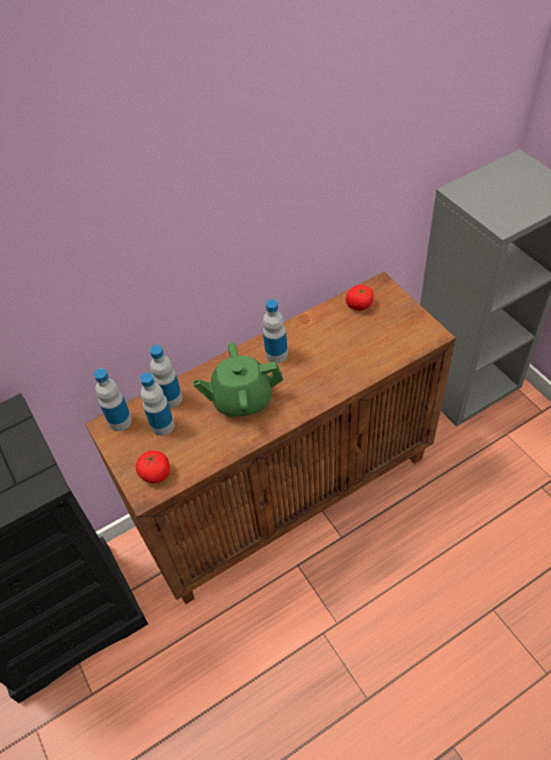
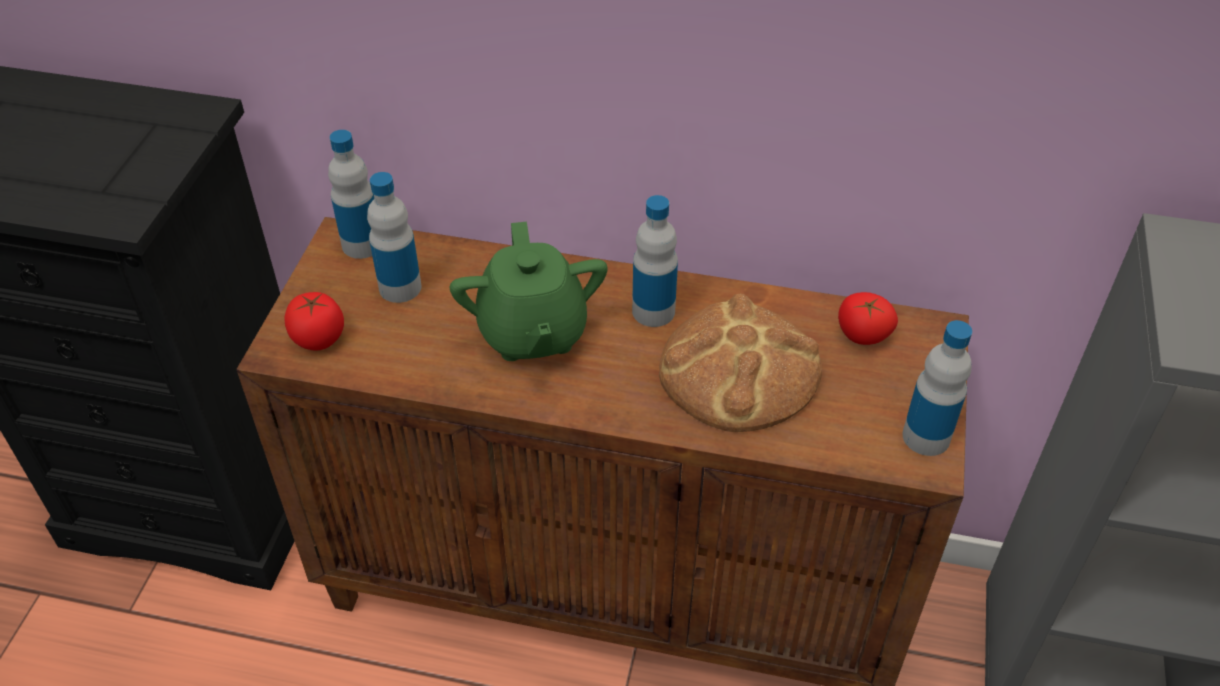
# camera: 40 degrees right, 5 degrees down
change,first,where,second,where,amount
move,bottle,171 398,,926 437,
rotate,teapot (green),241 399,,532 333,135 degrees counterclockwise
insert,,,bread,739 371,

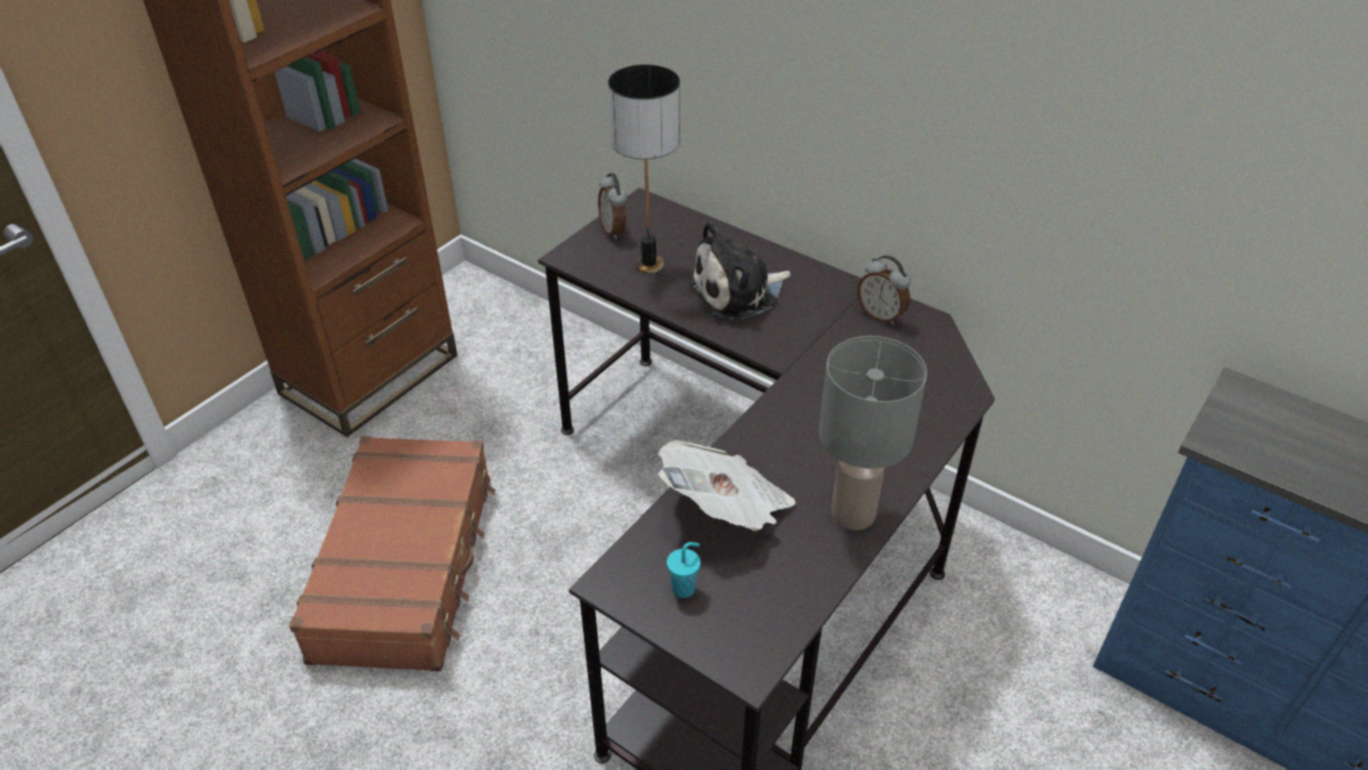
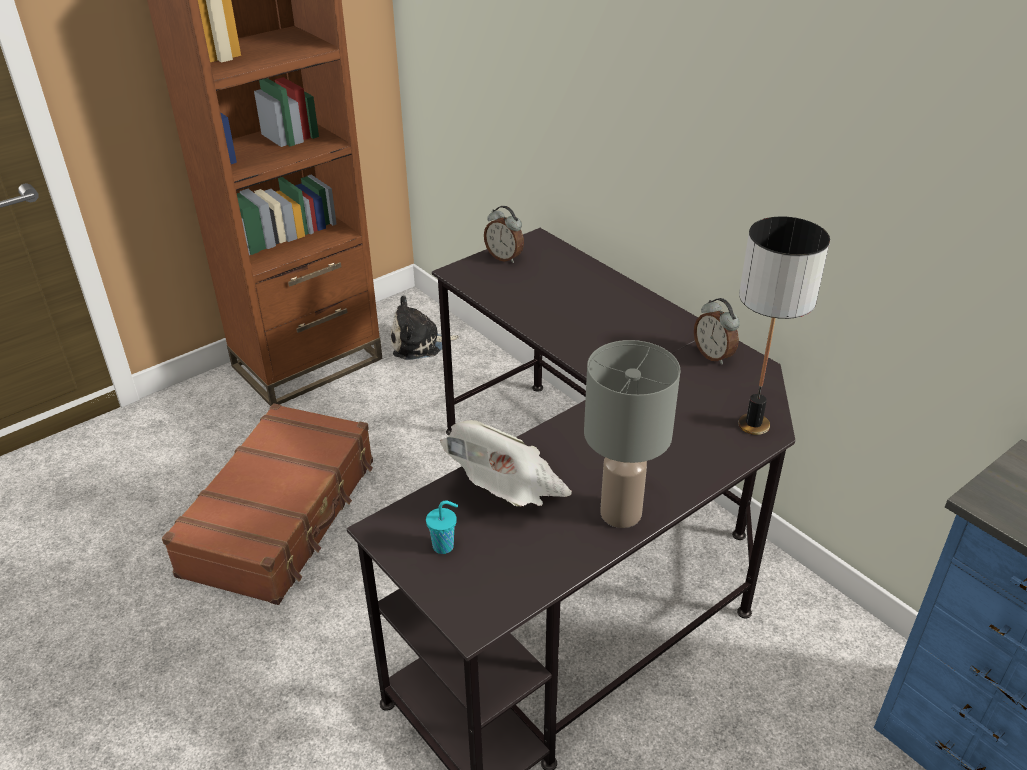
# camera: 15 degrees right, 5 degrees down
change,first,where,second,where,amount
rotate,alarm clock,614 230,,504 257,45 degrees counterclockwise
move,table lamp,648 264,,753 424,
move,plush toy,739 292,,419 344,

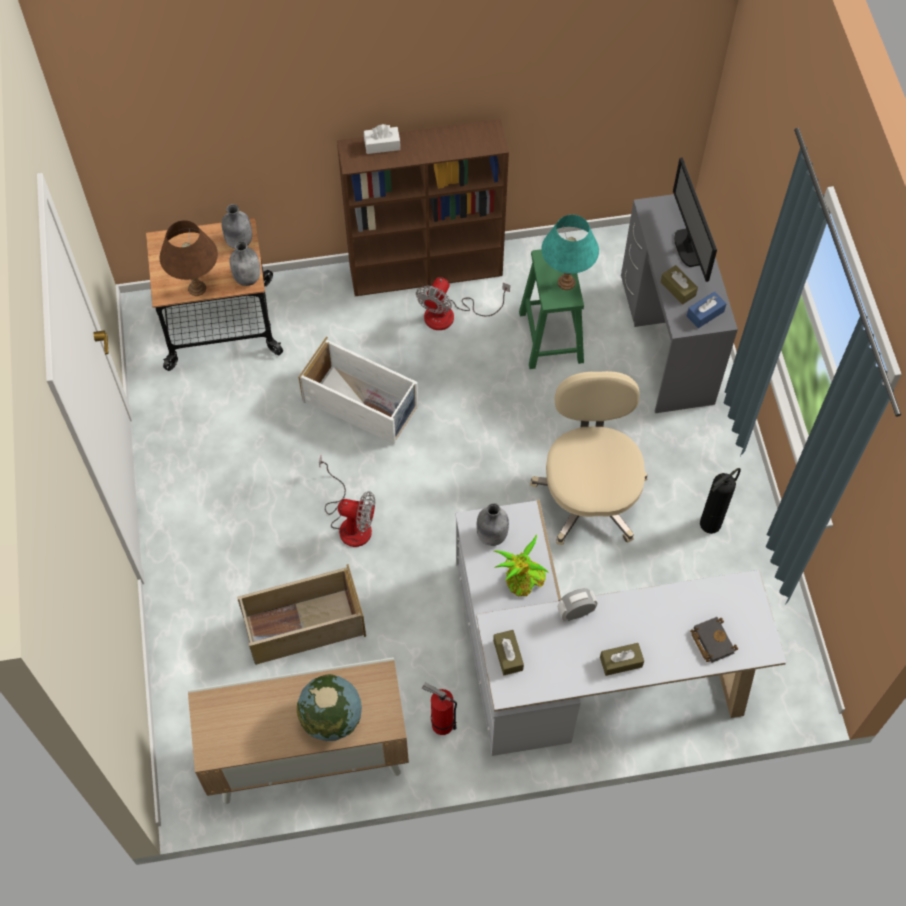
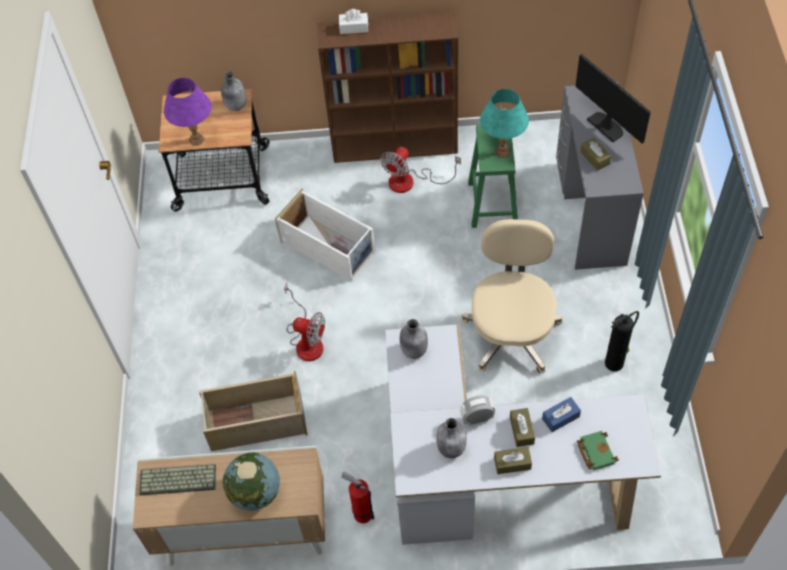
# camera: 10 degrees right, 5 degrees down
change,first,where,second,where,amount
recolor,table lamp (brown),197 289,table lamp (purple),196 140,
move,bottle (grey),247 277,,451 447,
move,tissue box (brown),508 655,,521 430,
delete,potted plant,522 581,,,
rotate,monitor,687 248,,606 126,150 degrees clockwise
move,tissue box (blue),705 314,,560 417,
recolor,book (black),711 641,book (green),595 451,
insert,,,keyboard,177 481,

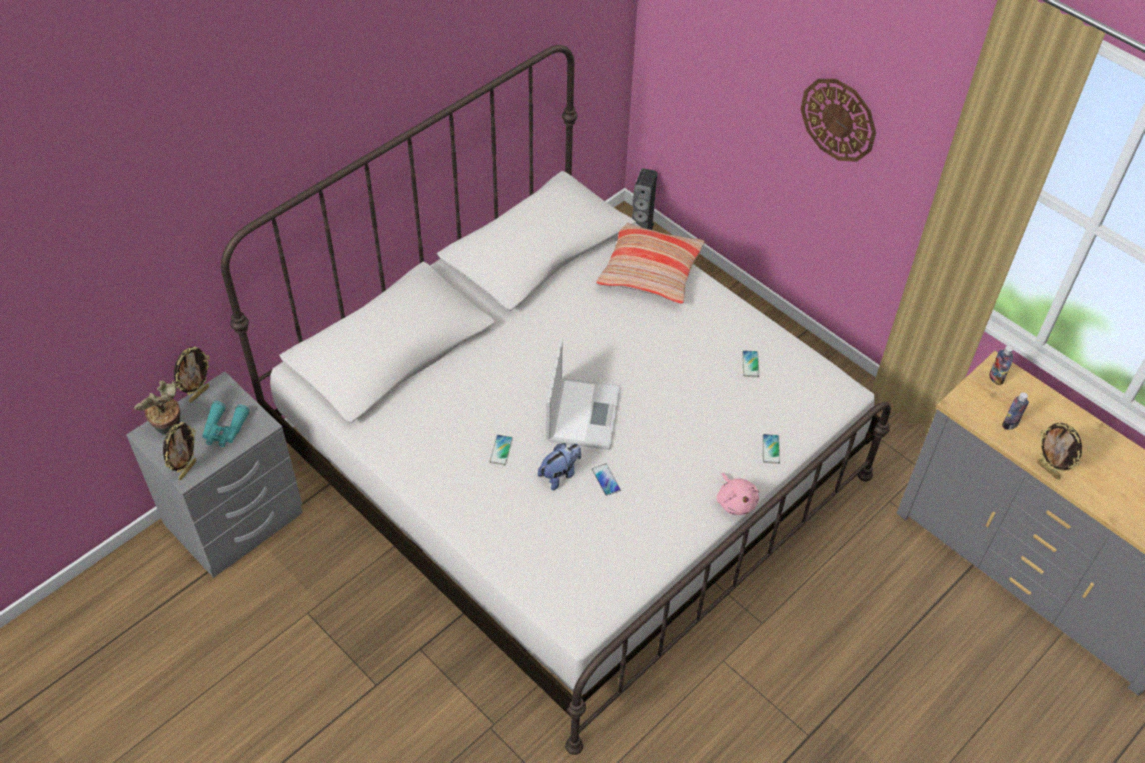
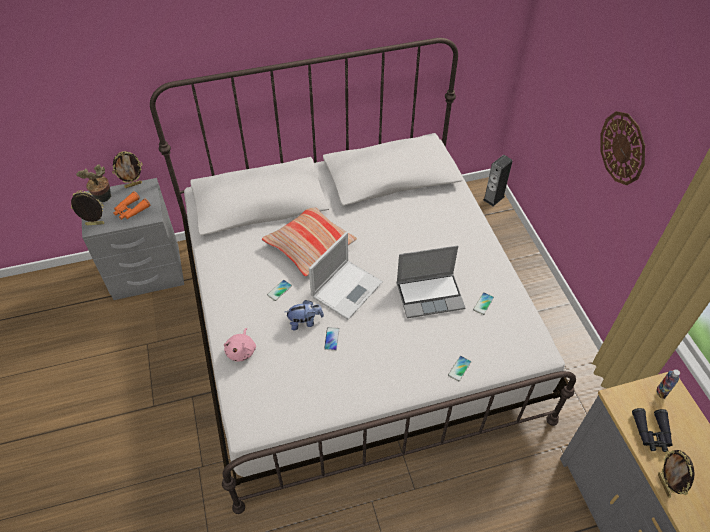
# camera: 30 degrees right, 0 degrees up
change,first,where,second,where,amount
rotate,picture frame,187 469,,95 225,150 degrees counterclockwise
recolor,binoculars (turquoise),224 430,binoculars (orange),131 210,
move,pillow,650 271,,309 246,
move,plush toy (pink),735 501,,241 350,
replace,bottle,1010 424,binoculars (black),651 433,
insert,,,laptop,430 295,

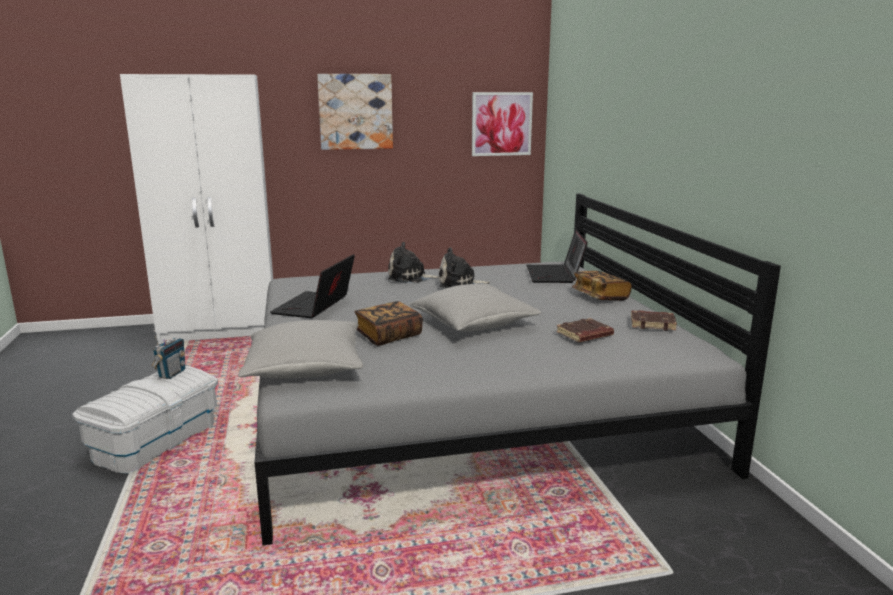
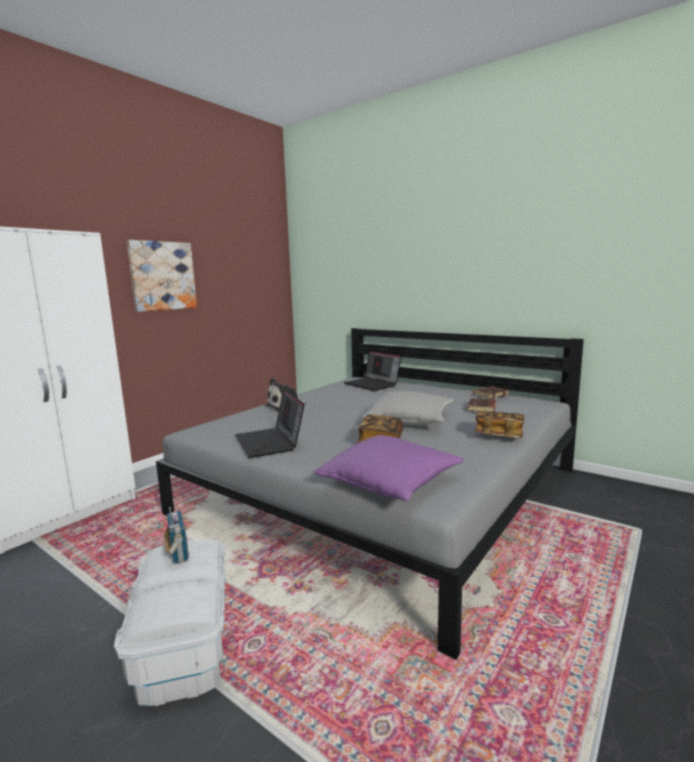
# camera: 40 degrees left, 5 degrees down
change,first,where,second,where,amount
recolor,pillow (grey),305 368,pillow (purple),390 483,
delete,plush toy,459 284,,,
delete,picture,501 124,,,
move,book,600 297,,498 435,

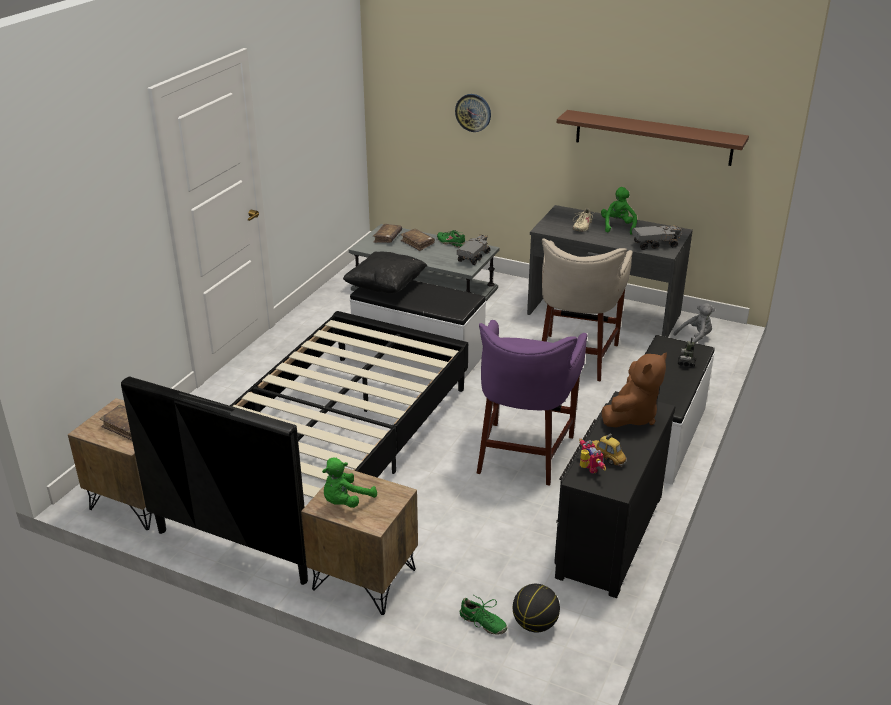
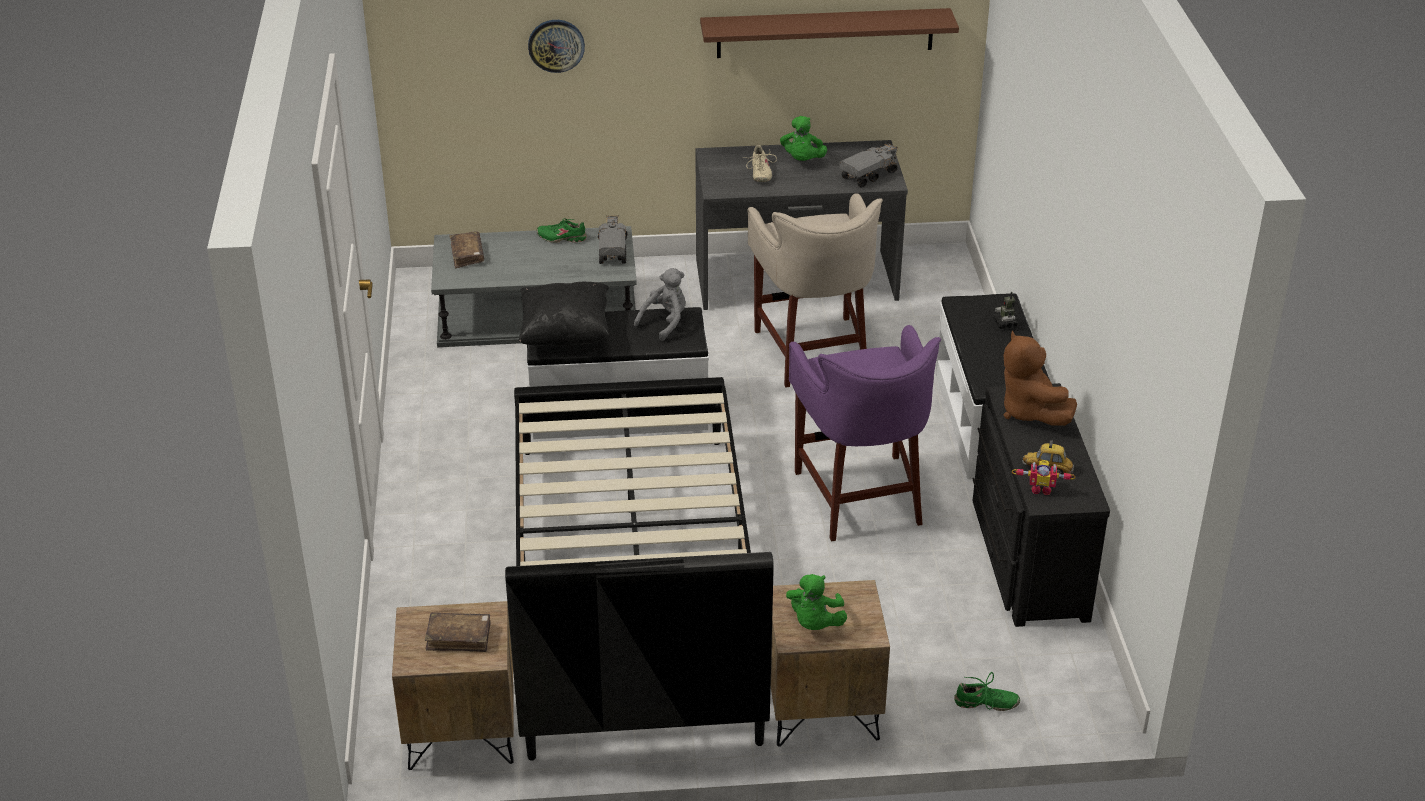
# camera: 30 degrees left, 5 degrees up
change,first,where,second,where,amount
delete,book (brown),417 243,,,
delete,basketball,534 624,,,
rotate,toy robot,588 469,,1041 489,150 degrees clockwise
rotate,plush toy (green),618 226,,802 160,150 degrees counterclockwise
rotate,plush toy (brown),631 416,,1030 412,150 degrees clockwise
move,plush toy (grey),695 339,,665 322,

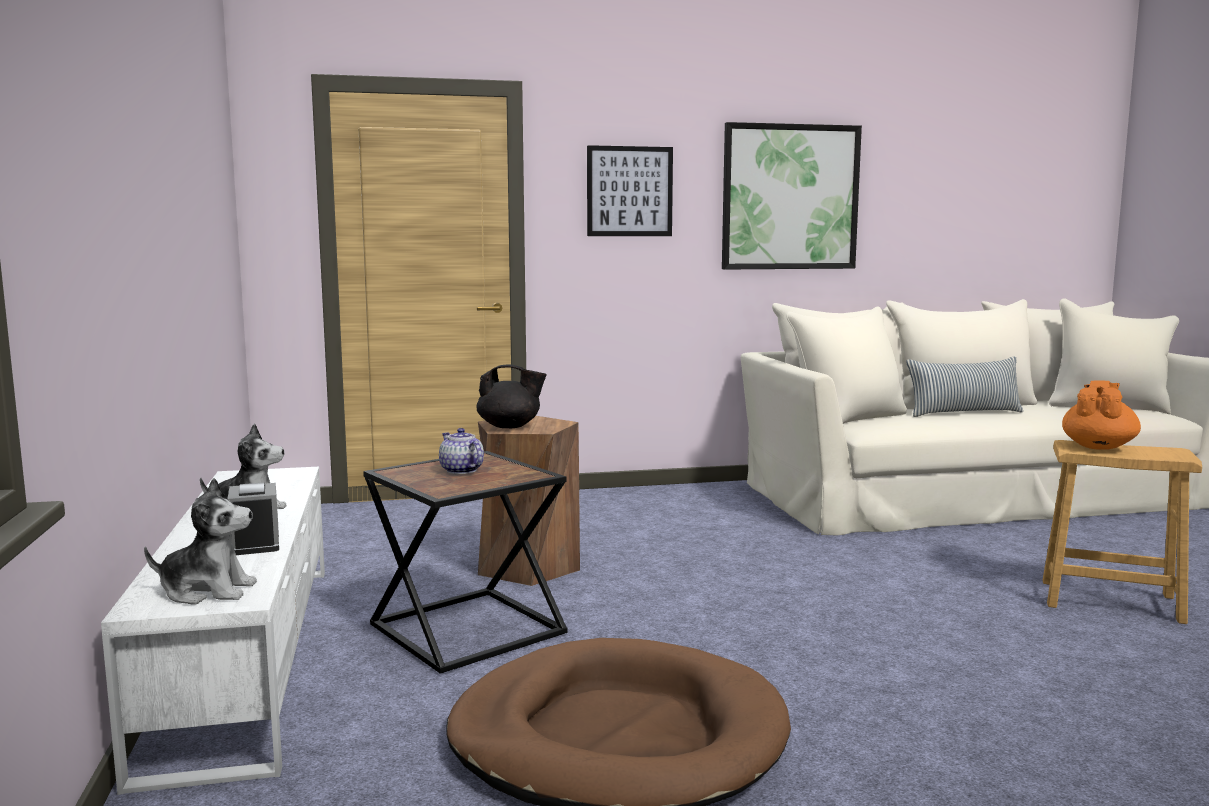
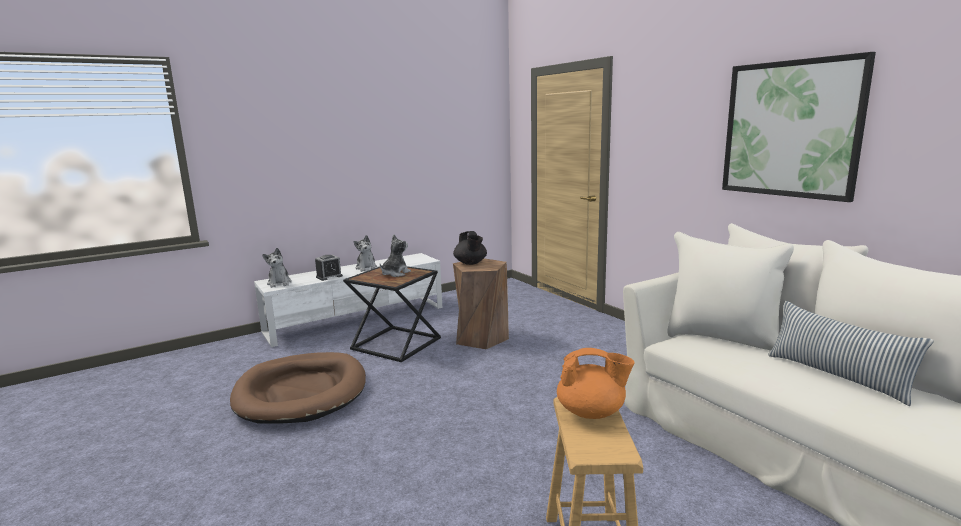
# camera: 70 degrees right, 5 degrees up
change,first,where,second,where,amount
replace,teapot,461 470,plush toy,395 273,
delete,picture,629 191,,,

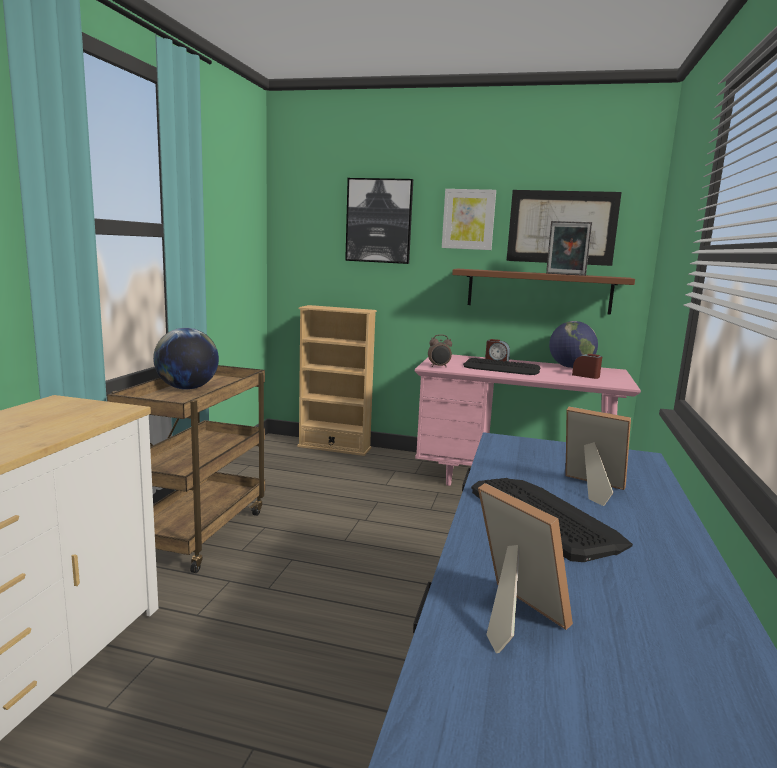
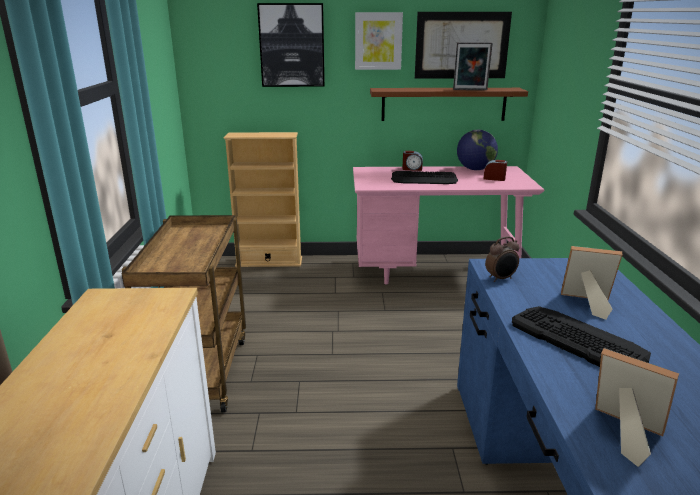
# camera: 15 degrees left, 10 degrees up
change,first,where,second,where,amount
delete,globe,187 388,,,
move,alarm clock,439 366,,501 279,

